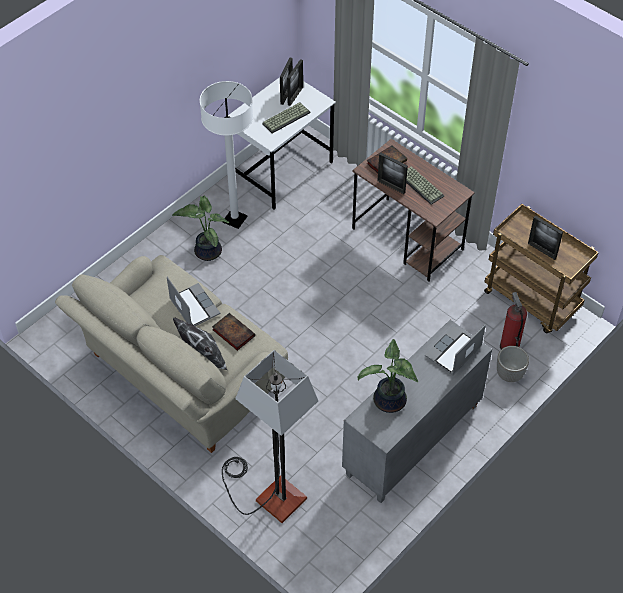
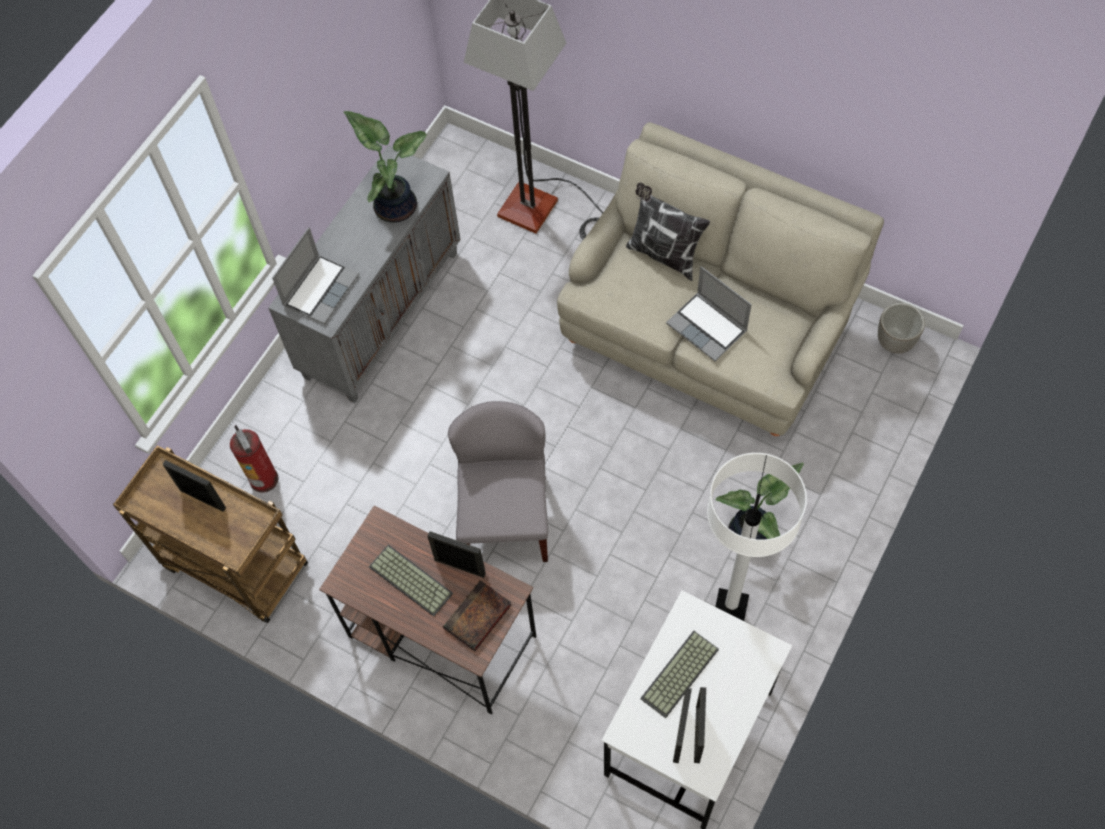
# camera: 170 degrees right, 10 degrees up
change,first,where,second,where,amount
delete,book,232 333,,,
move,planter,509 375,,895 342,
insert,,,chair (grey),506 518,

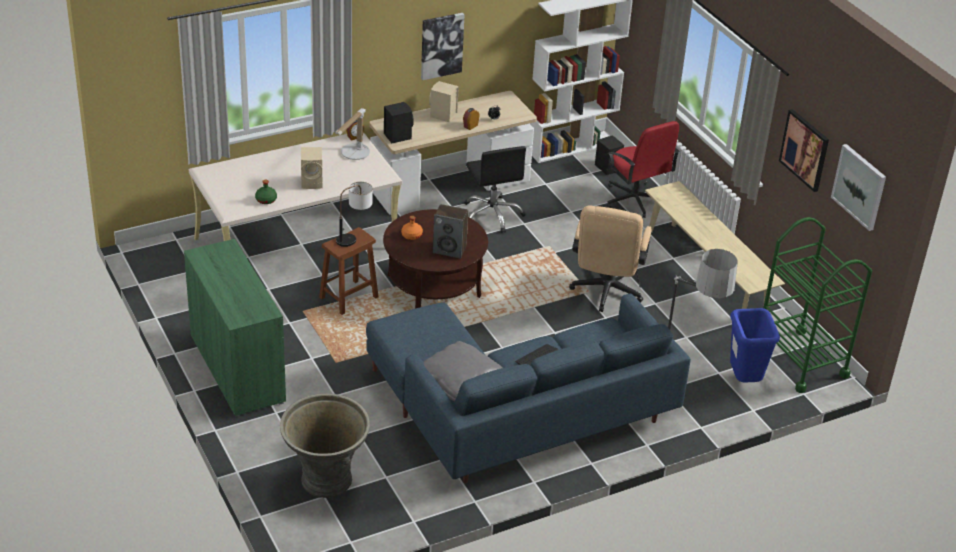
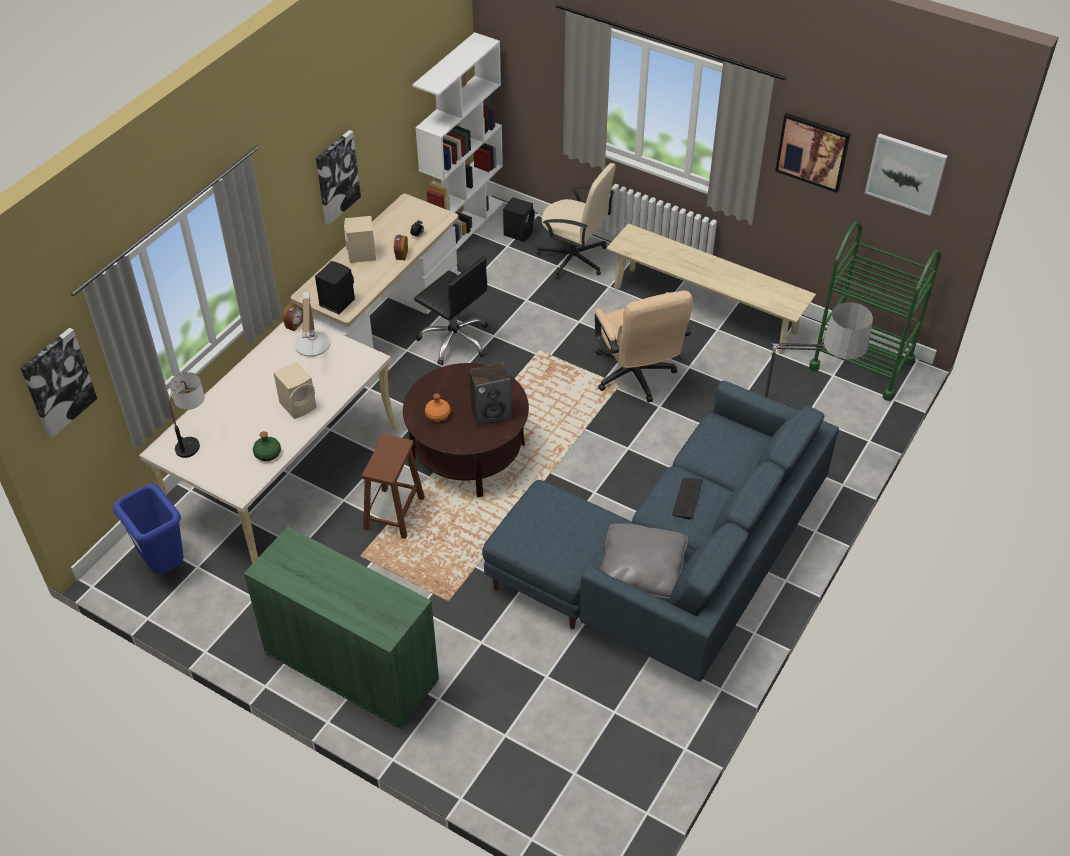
# camera: 30 degrees left, 10 degrees up
change,first,where,second,where,amount
delete,planter (grey),325 481,,,
move,table lamp,354 237,,194 439,
recolor,office chair (red),635 200,office chair (beige),574 259,
move,trash can (blue),744 381,,165 566,
insert,,,picture,57 382,

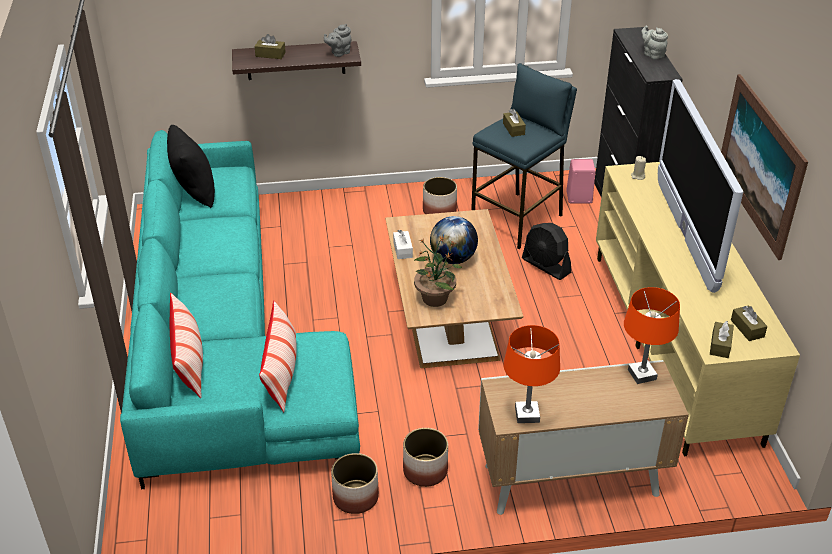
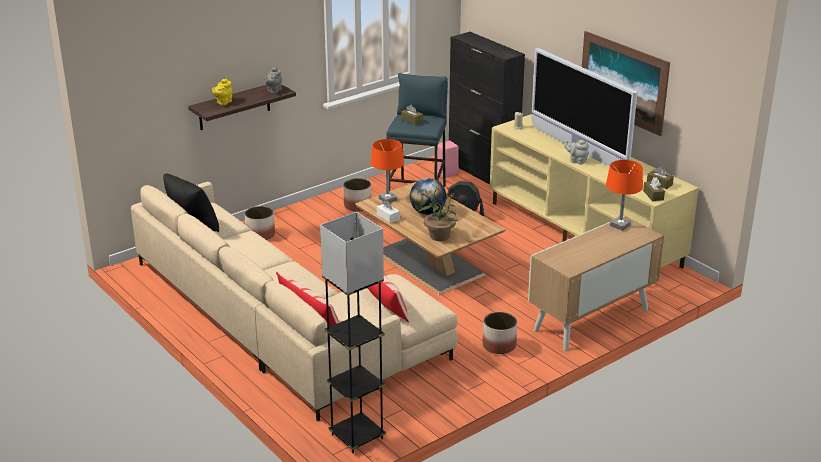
# camera: 30 degrees left, 10 degrees down
change,first,where,second,where,amount
recolor,sofa (turquoise),224 340,sofa (beige),282 323,
replace,tissue box (brown),270 54,teapot (yellow),223 102,
move,planter,356 496,,260 235,
move,table lamp (orange),526 415,,387 199,
move,teapot (grey),652 54,,576 161,
insert,,,floor lamp (grey),357 436,

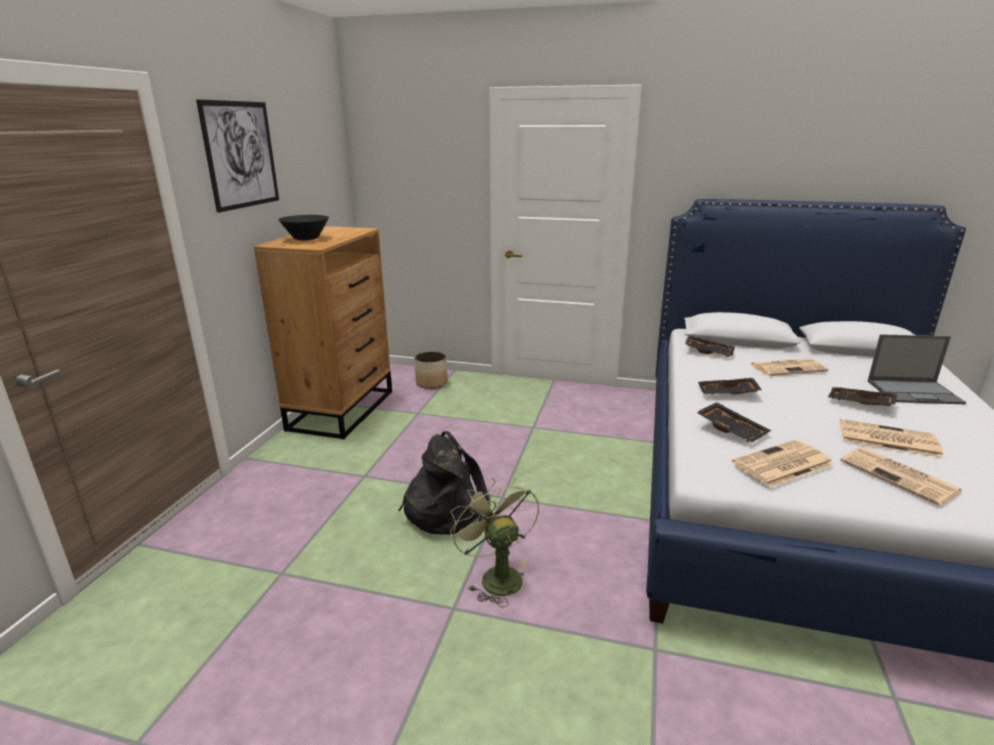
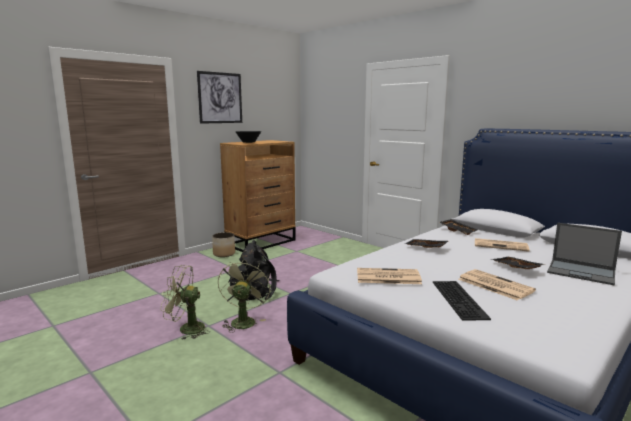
# camera: 30 degrees right, 10 degrees down
change,first,where,second,where,amount
move,planter,431 383,,224 254,
delete,tray (black),732 429,,,
replace,newspaper,900 476,keyboard,460 299,
insert,,,fan (green),186 329,

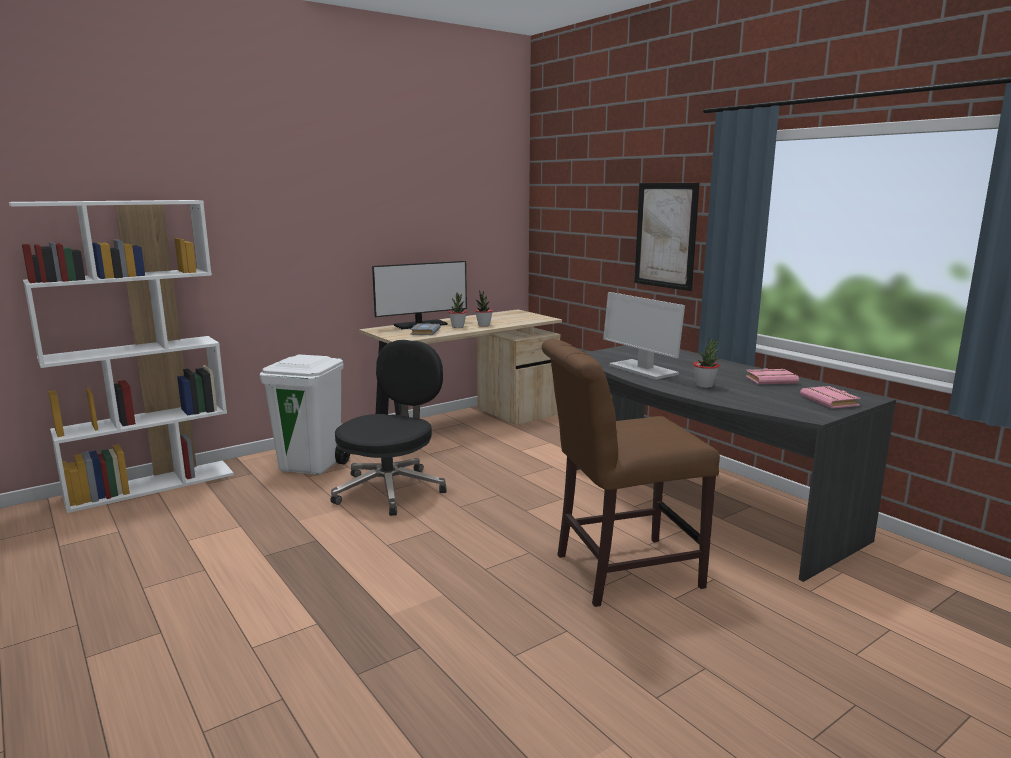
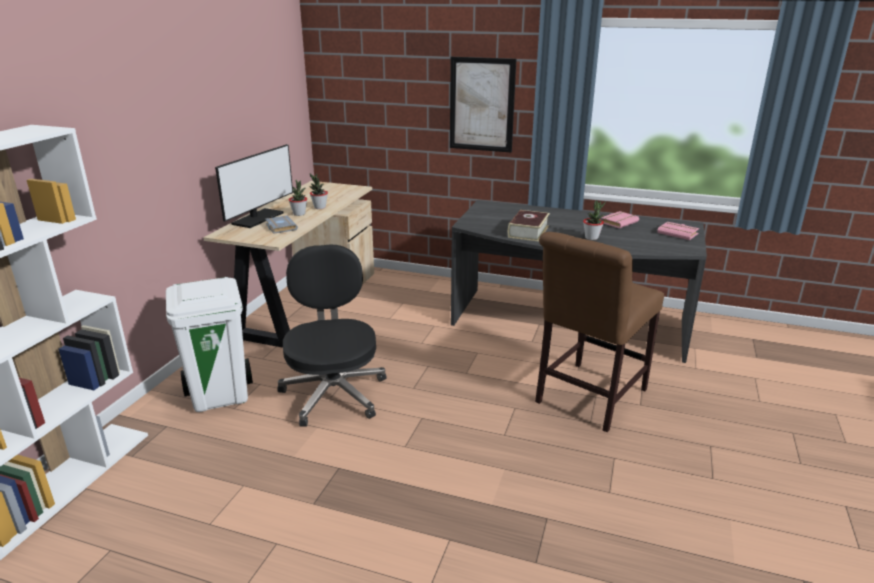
# camera: 35 degrees left, 10 degrees up
change,first,where,second,where,amount
replace,monitor,642 370,book,528 231,

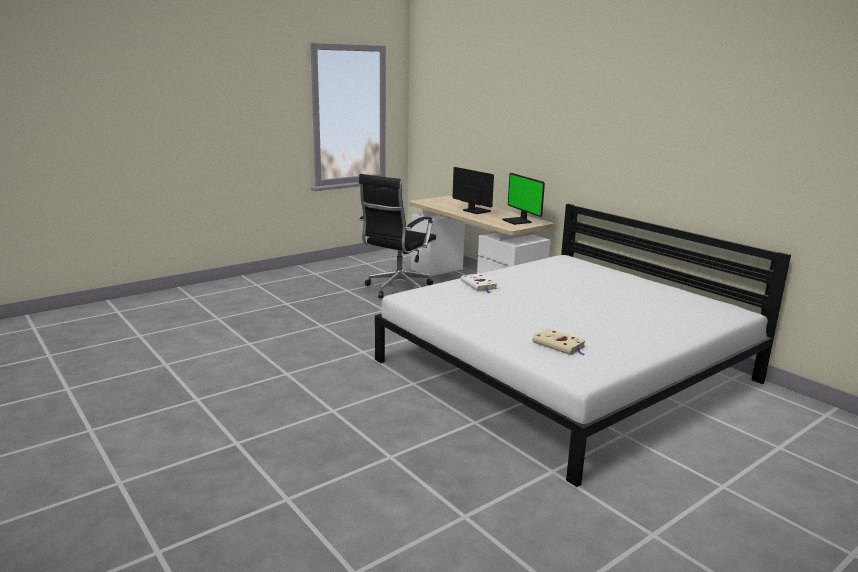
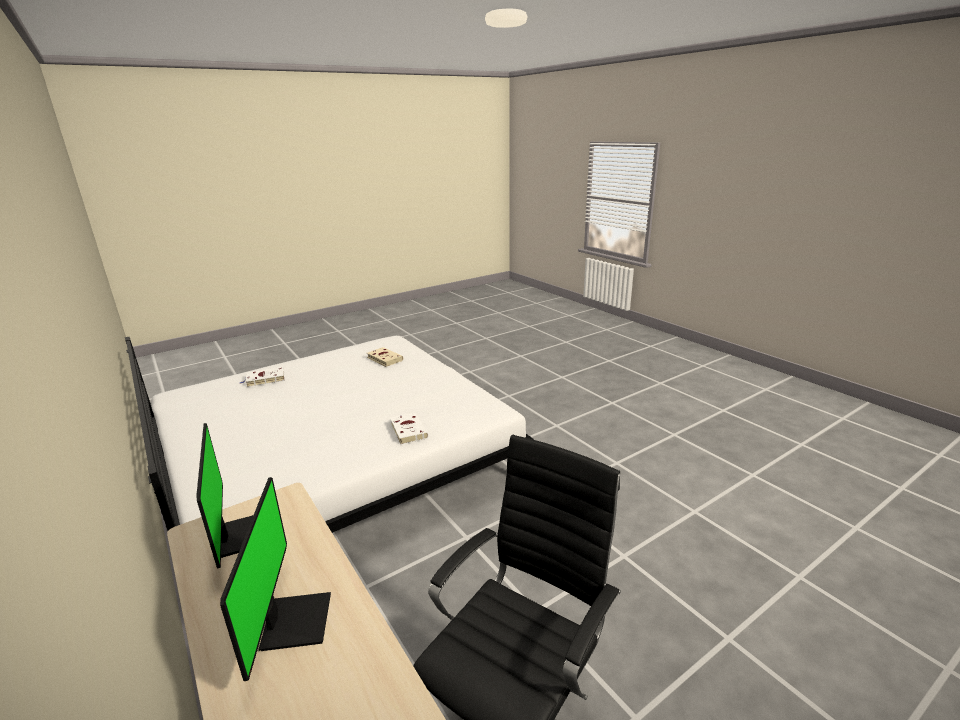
# camera: 175 degrees left, 5 degrees up
change,first,where,second,where,amount
rotate,monitor,475 211,,293 621,150 degrees counterclockwise
insert,,,book (white),264 379,

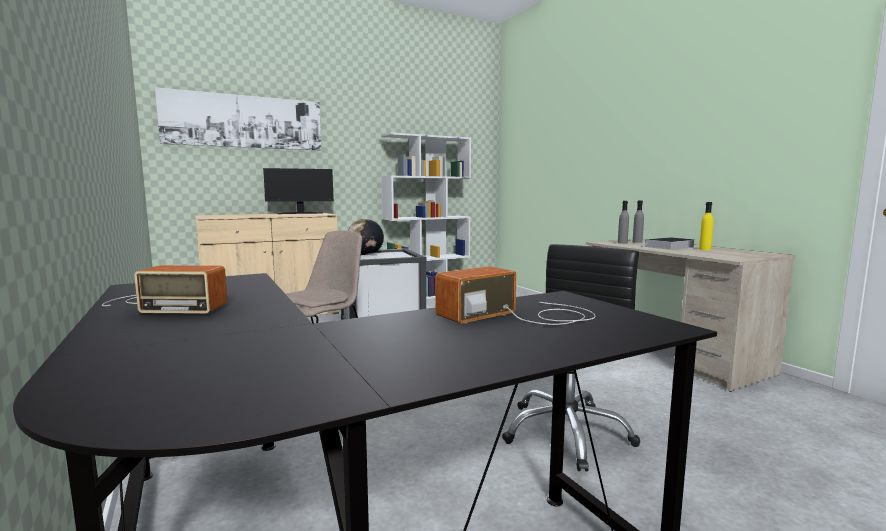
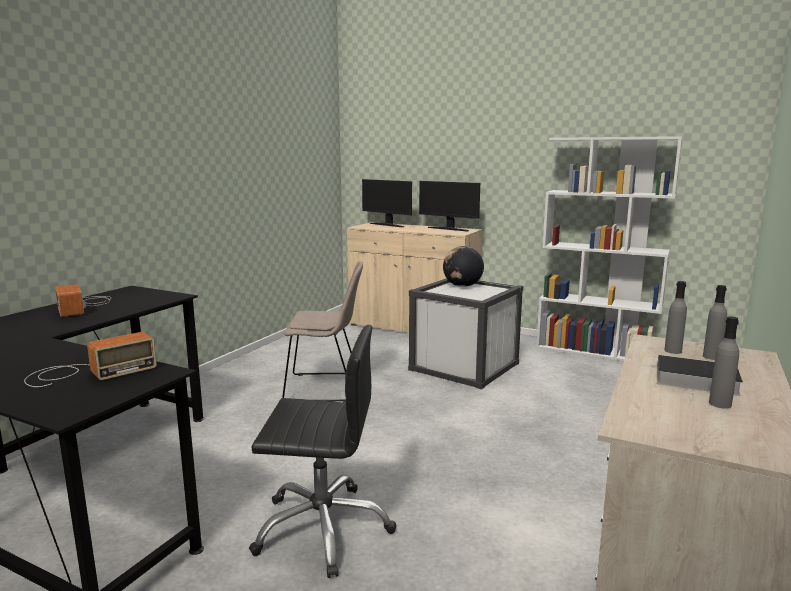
# camera: 55 degrees right, 5 degrees up
change,first,where,second,where,amount
delete,picture,244 121,,,
rotate,radio,523 315,,87 372,120 degrees clockwise
recolor,bottle (yellow),705 249,bottle (grey),720 404,
insert,,,monitor,387 225,

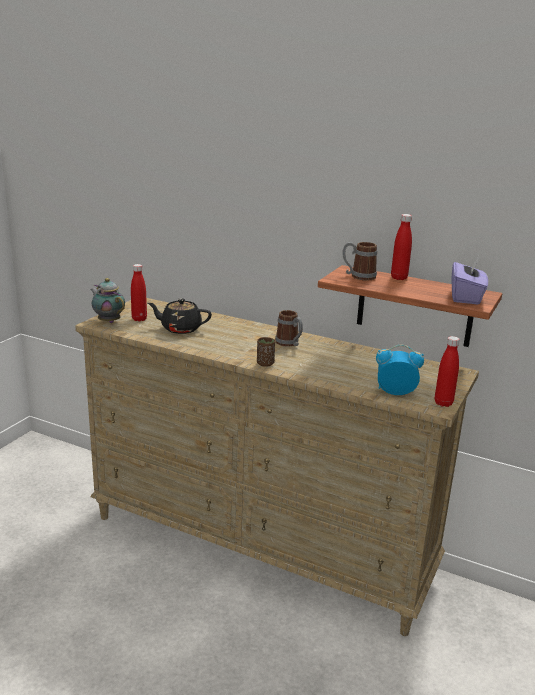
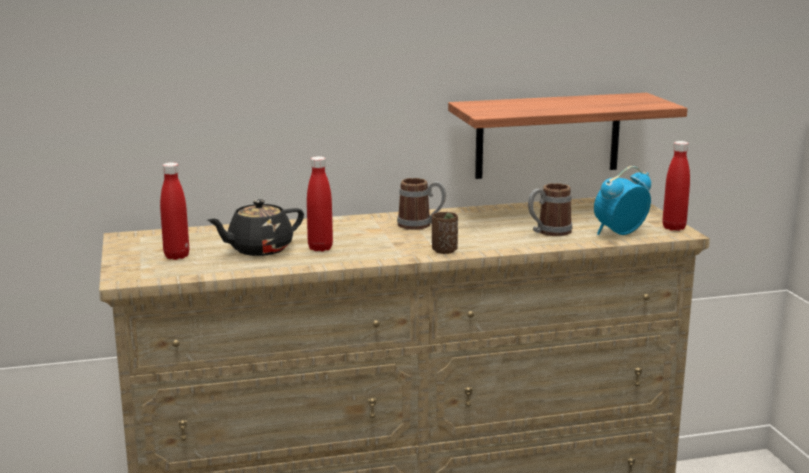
# camera: 40 degrees left, 5 degrees down
change,first,where,second,where,amount
delete,teapot,108 321,,,
move,mug,358 276,,548 232,
move,bottle (red),399 278,,320 248,
delete,tissue box (purple),466 297,,,

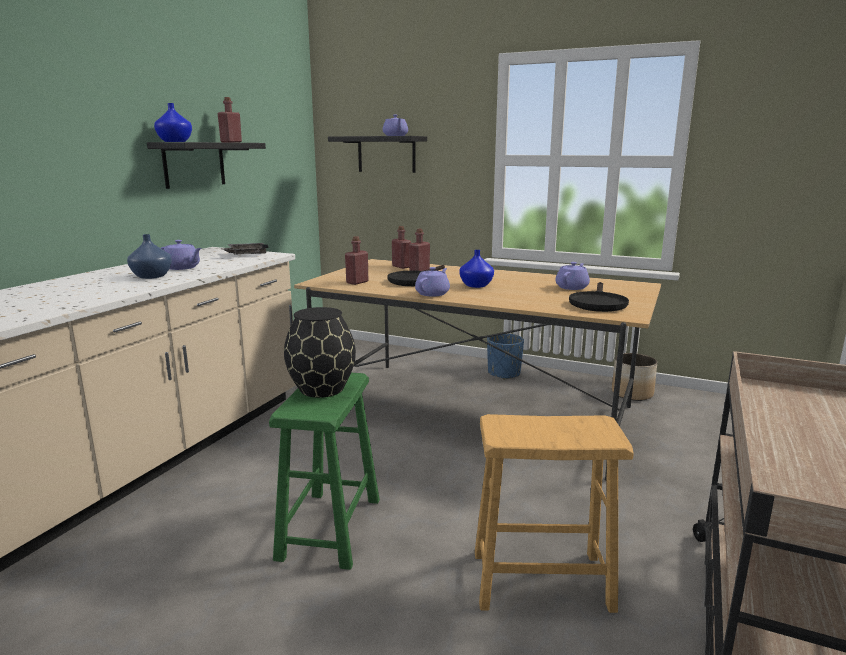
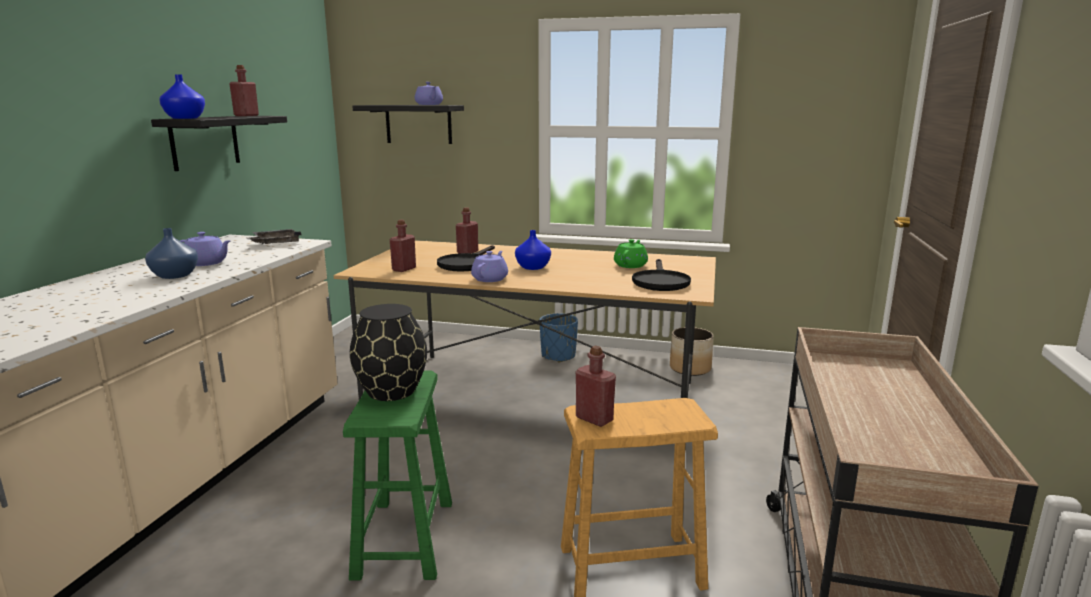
# camera: 10 degrees left, 0 degrees up
change,first,where,second,where,amount
move,bottle (red),401 266,,594 419,
recolor,teapot (purple),572 287,teapot (green),630 265,

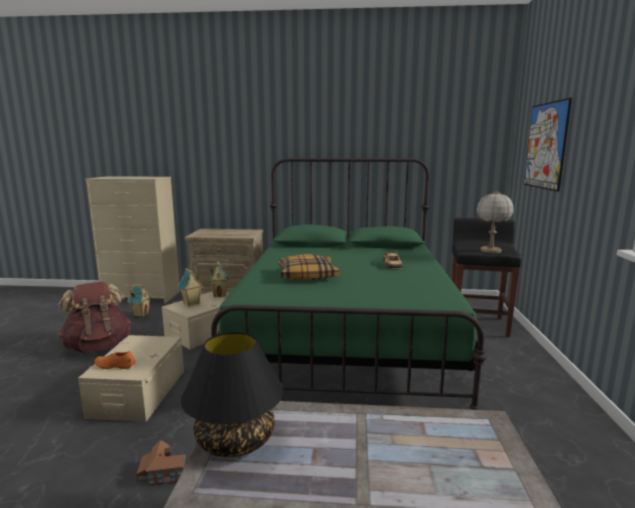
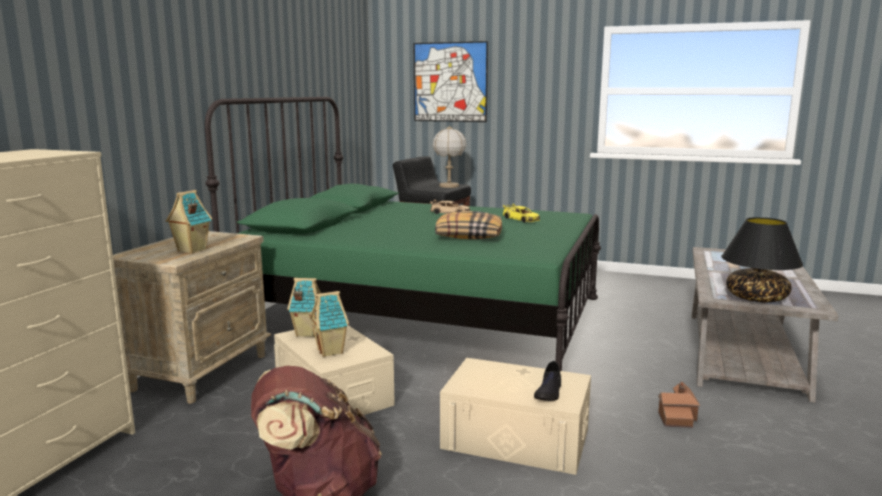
# camera: 75 degrees left, 0 degrees up
change,first,where,second,where,amount
recolor,shoe (orange),115 365,shoe (black),548 392,
move,toy house,140 314,,191 250,
insert,,,toy car (yellow),521 219,

